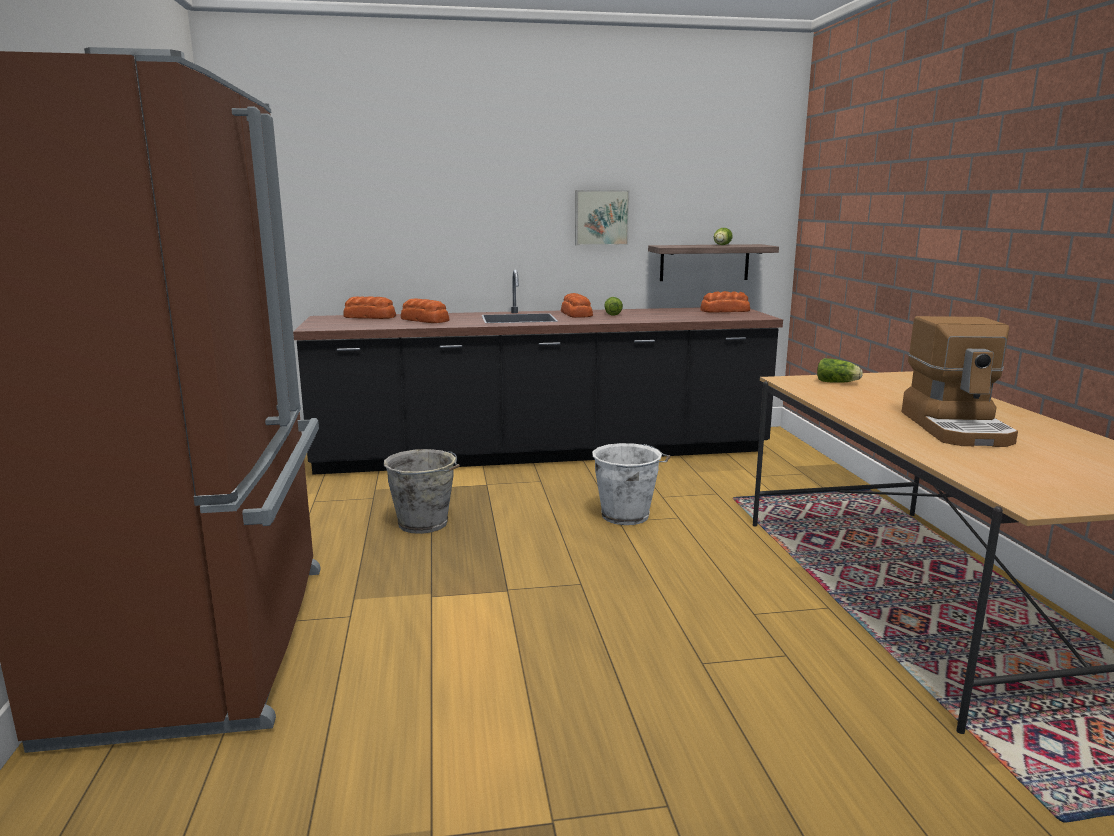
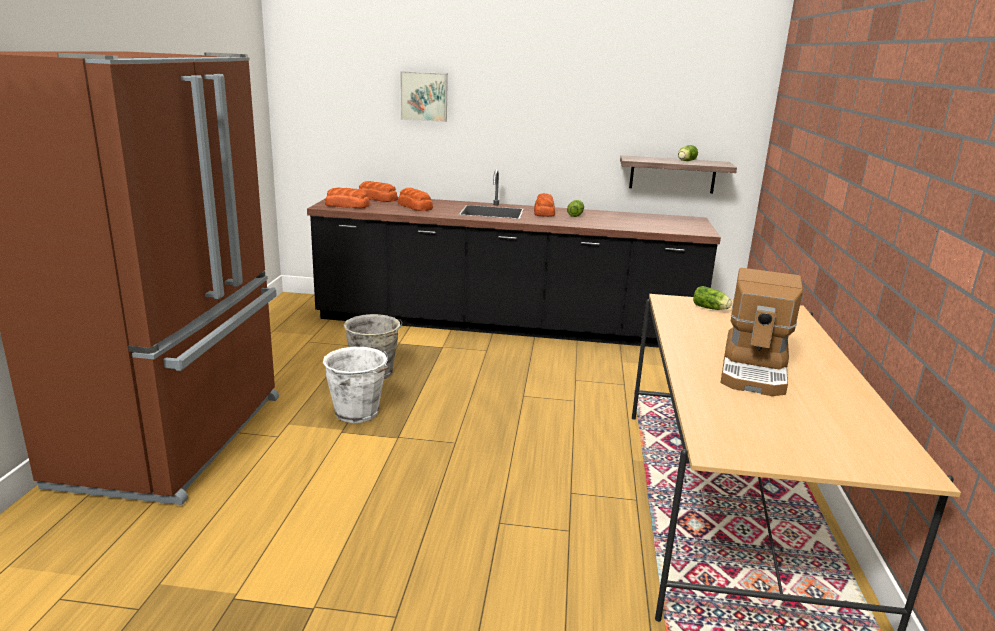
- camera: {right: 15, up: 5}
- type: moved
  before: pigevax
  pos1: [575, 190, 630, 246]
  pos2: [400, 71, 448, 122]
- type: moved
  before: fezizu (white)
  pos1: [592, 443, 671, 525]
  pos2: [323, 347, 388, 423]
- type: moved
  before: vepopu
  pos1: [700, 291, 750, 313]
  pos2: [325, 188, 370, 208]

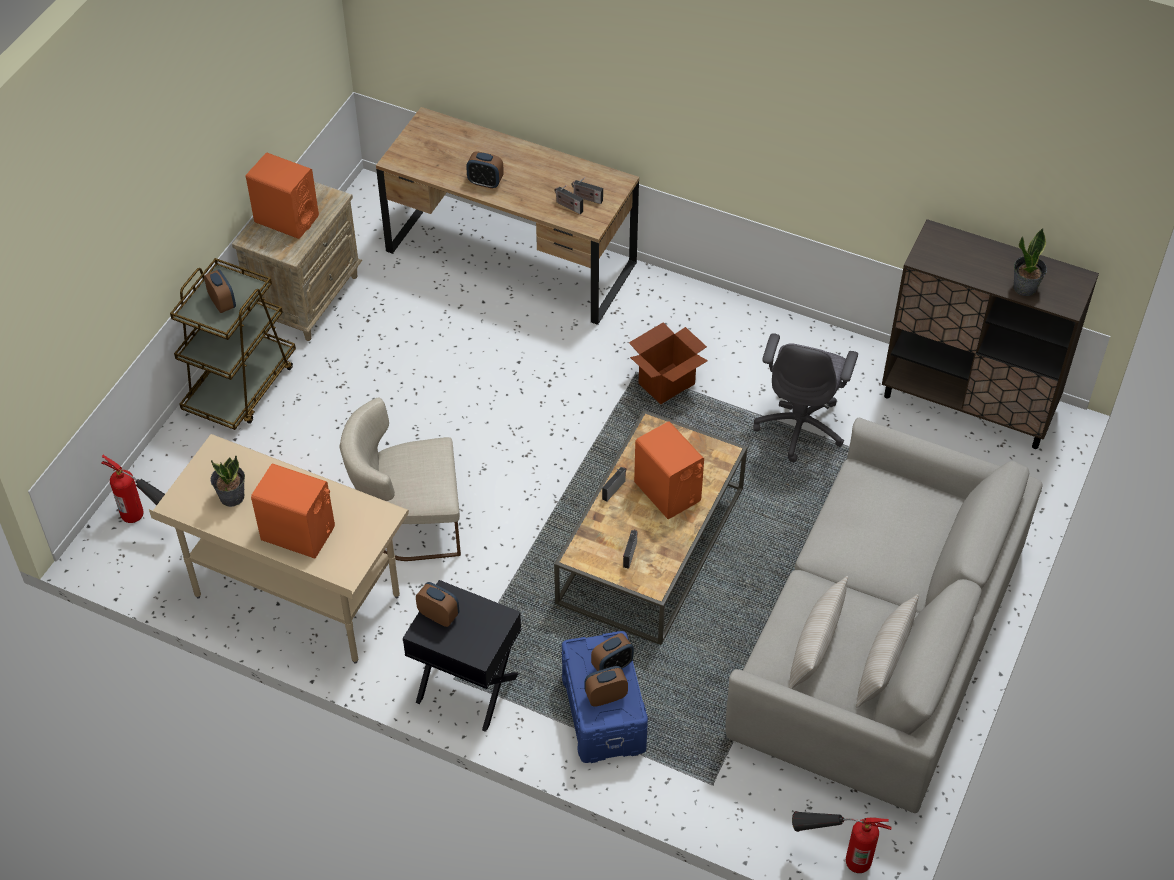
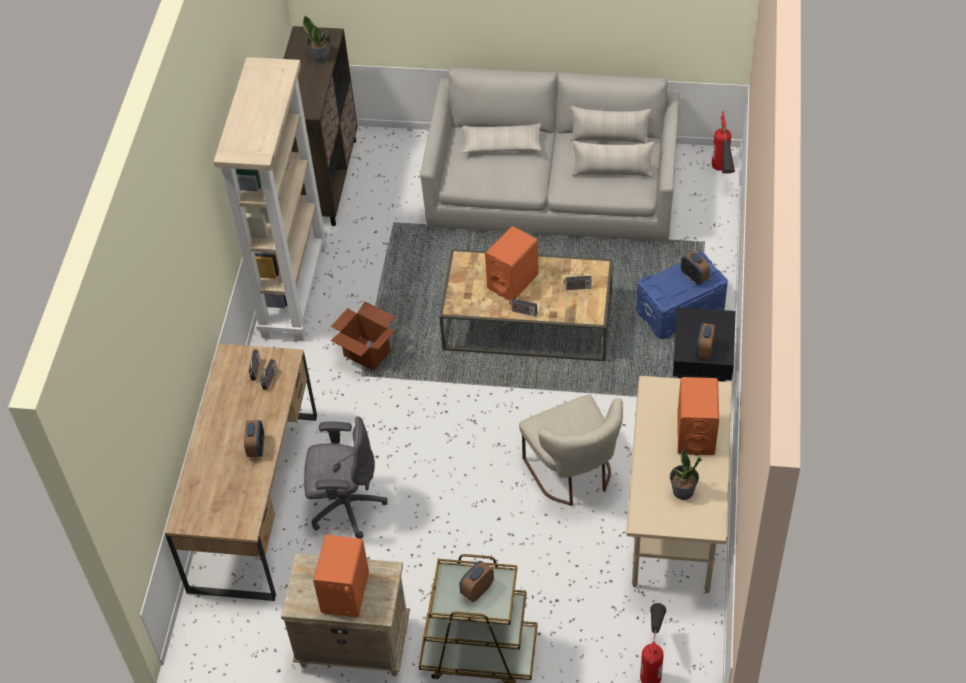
- camera: {right: -105, up: 0}
- type: removed
  before: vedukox
  pos1: [591, 633, 634, 671]
- type: moved
  before: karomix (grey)
  pos1: [753, 333, 858, 462]
  pos2: [304, 416, 388, 539]
- type: added
  after: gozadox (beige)
  pos2: [213, 57, 328, 341]
- type: added
  after: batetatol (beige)
  pos2: [462, 123, 542, 153]

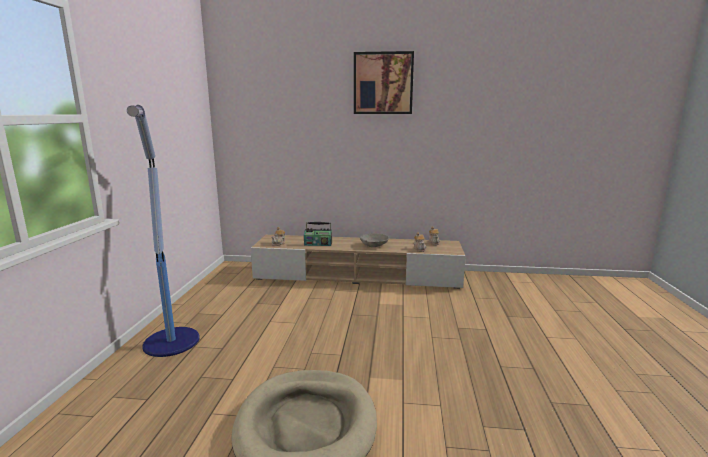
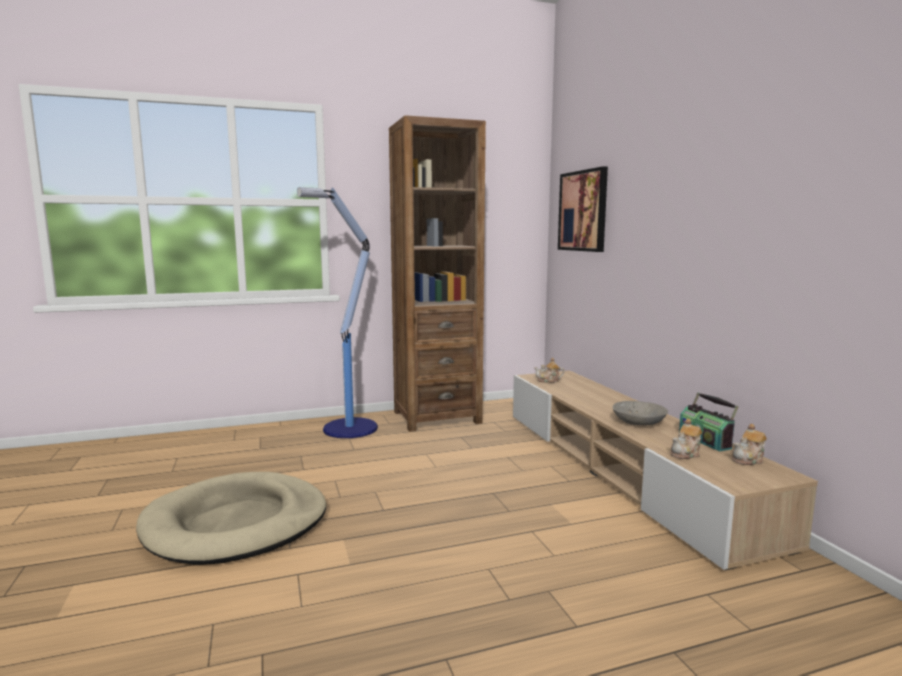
- camera: {right: 65, up: -5}
- type: moved
  before: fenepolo
  pos1: [304, 222, 332, 246]
  pos2: [679, 393, 738, 451]
- type: moved
  before: pigevax
  pos1: [354, 51, 414, 114]
  pos2: [558, 166, 608, 252]
- type: added
  after: gozadox (brown)
  pos2: [389, 115, 486, 432]

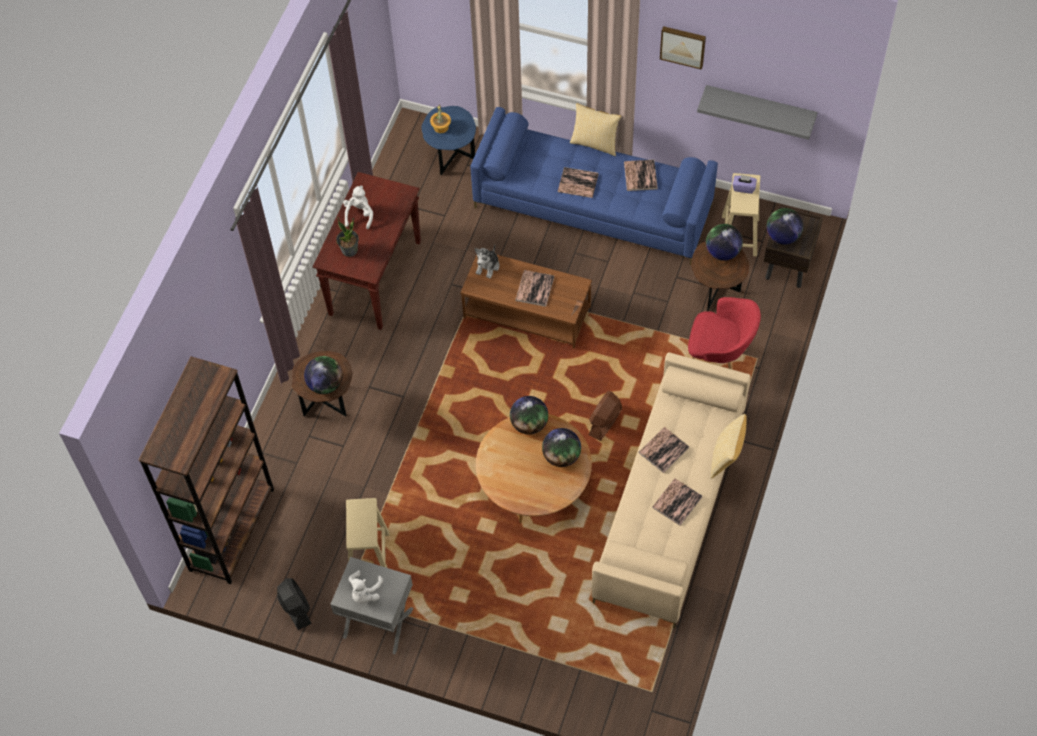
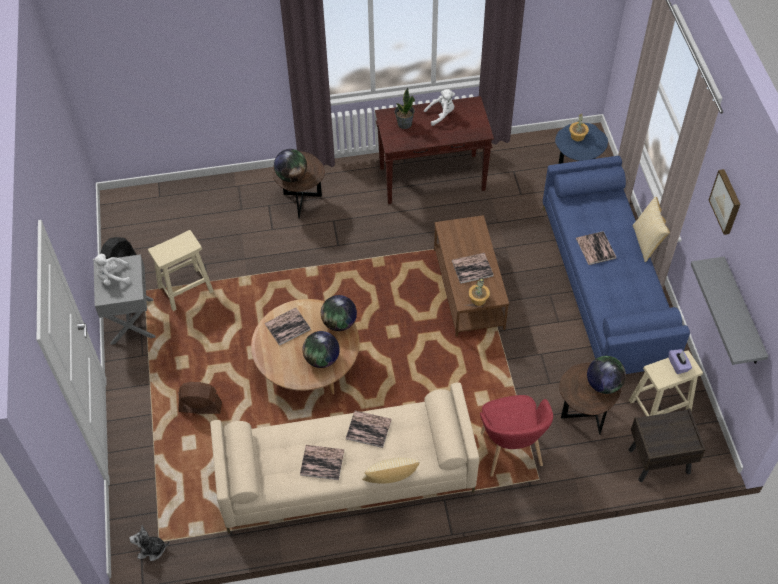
- camera: {right: 60, up: -5}
- type: removed
  before: gozadox (brown)
  pos1: [139, 356, 274, 584]
- type: moved
  before: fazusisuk
  pos1: [475, 245, 500, 278]
  pos2: [129, 525, 170, 561]
- type: moved
  before: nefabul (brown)
  pos1: [589, 391, 622, 441]
  pos2: [178, 382, 222, 414]
- type: moved
  before: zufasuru
  pos1: [624, 160, 658, 191]
  pos2: [265, 308, 311, 346]
- type: removed
  before: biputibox
  pos1: [766, 208, 803, 245]
- type: added
  after: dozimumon
  pos2: [469, 277, 490, 306]

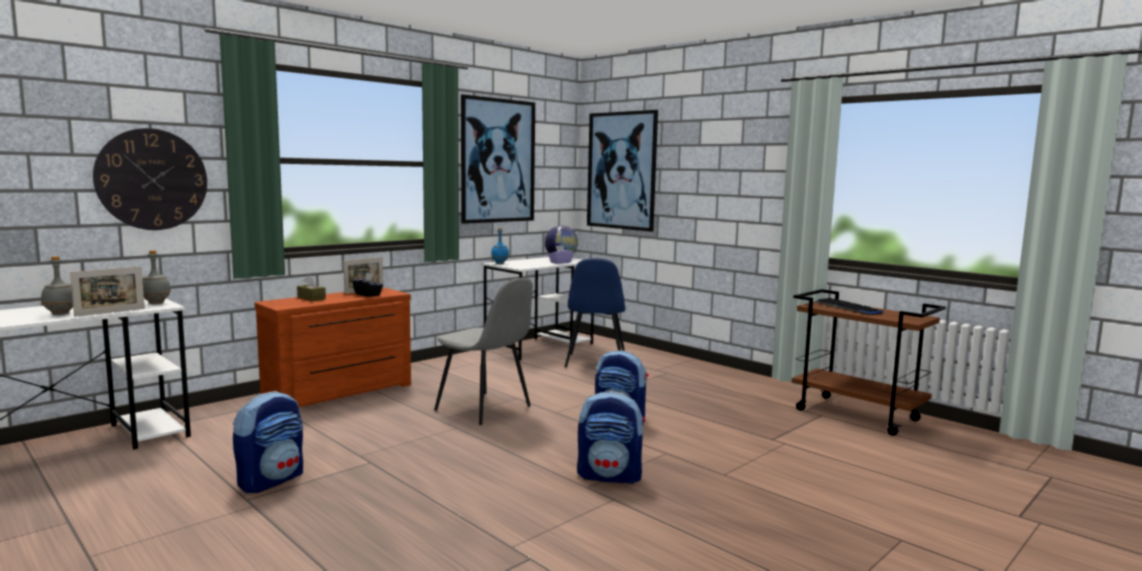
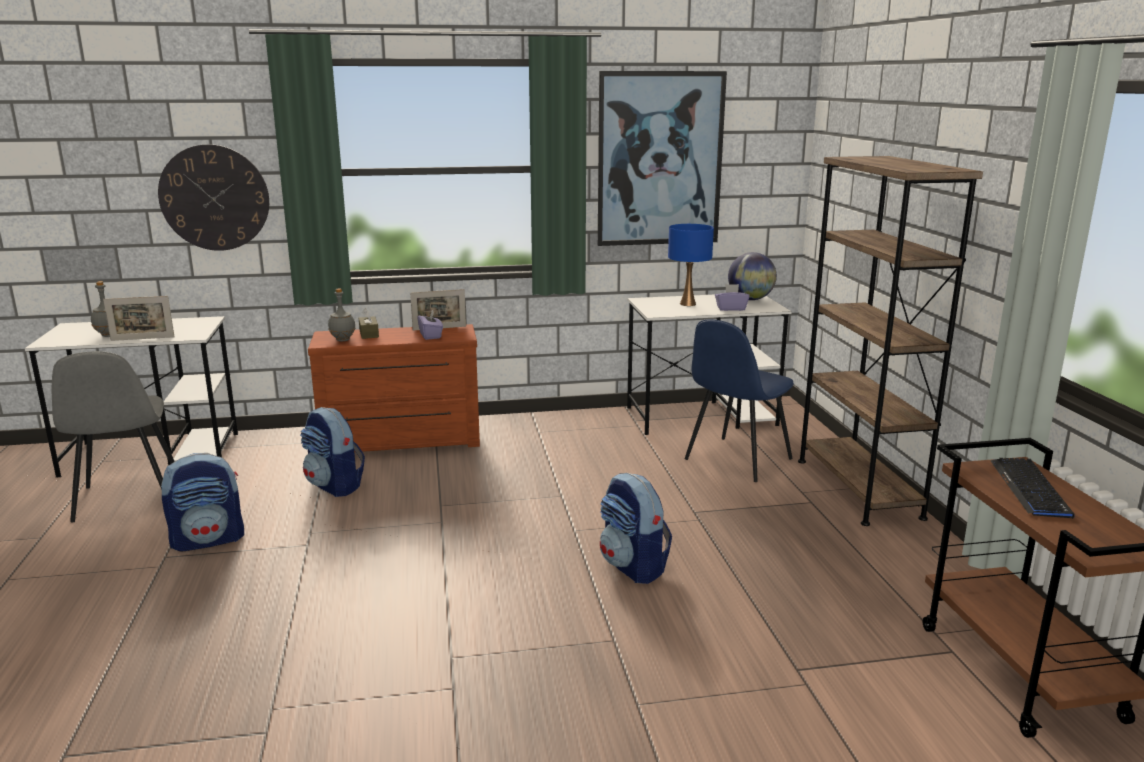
- camera: {right: 35, up: 10}
- type: moved
  before: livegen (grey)
  pos1: [143, 250, 171, 304]
  pos2: [328, 288, 356, 341]
- type: recoloured
  before: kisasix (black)
  after: kisasix (purple)
  pos1: [352, 273, 383, 297]
  pos2: [417, 310, 443, 340]
- type: moved
  before: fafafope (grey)
  pos1: [434, 278, 533, 425]
  pos2: [51, 351, 175, 522]
- type: removed
  before: livegen (blue)
  pos1: [491, 228, 509, 264]
- type: moved
  before: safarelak
  pos1: [577, 391, 645, 484]
  pos2: [300, 407, 365, 497]
- type: removed
  before: pigevax
  pos1: [587, 110, 658, 232]
- type: added
  after: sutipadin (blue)
  pos2: [668, 224, 714, 306]
- type: added
  after: gozadox (brown)
  pos2: [798, 156, 983, 526]

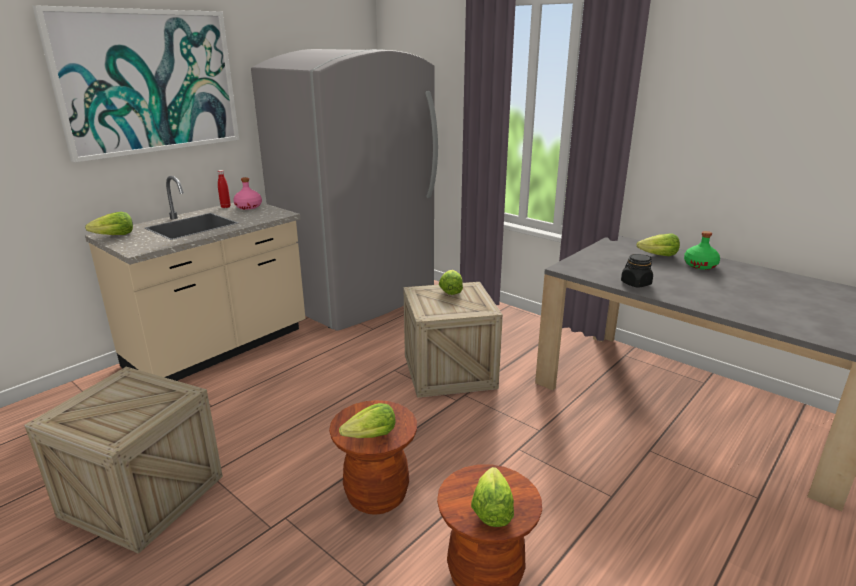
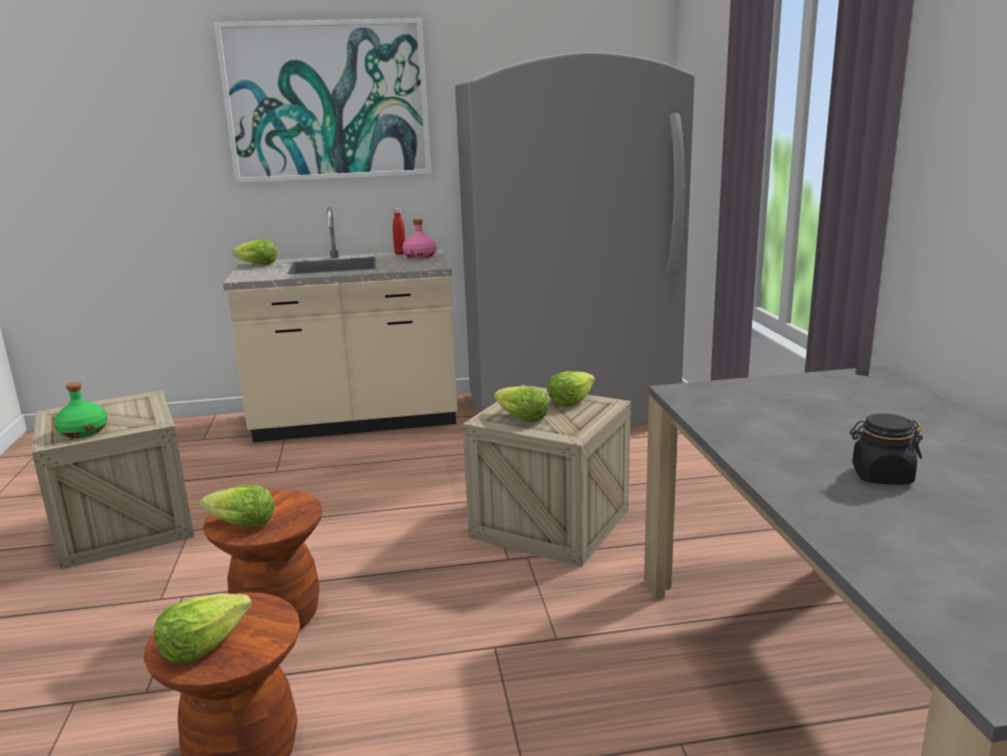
- camera: {right: 40, up: -5}
- type: moved
  before: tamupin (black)
  pos1: [621, 254, 653, 288]
  pos2: [850, 413, 923, 485]
- type: moved
  before: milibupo
  pos1: [637, 234, 680, 256]
  pos2: [494, 386, 548, 422]
- type: moved
  before: livegen (green)
  pos1: [684, 231, 720, 270]
  pos2: [54, 382, 108, 438]

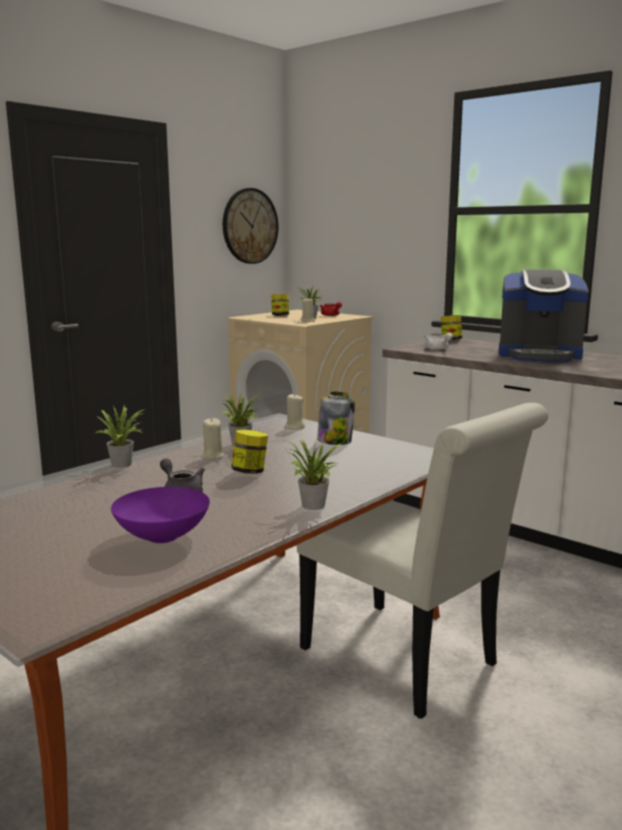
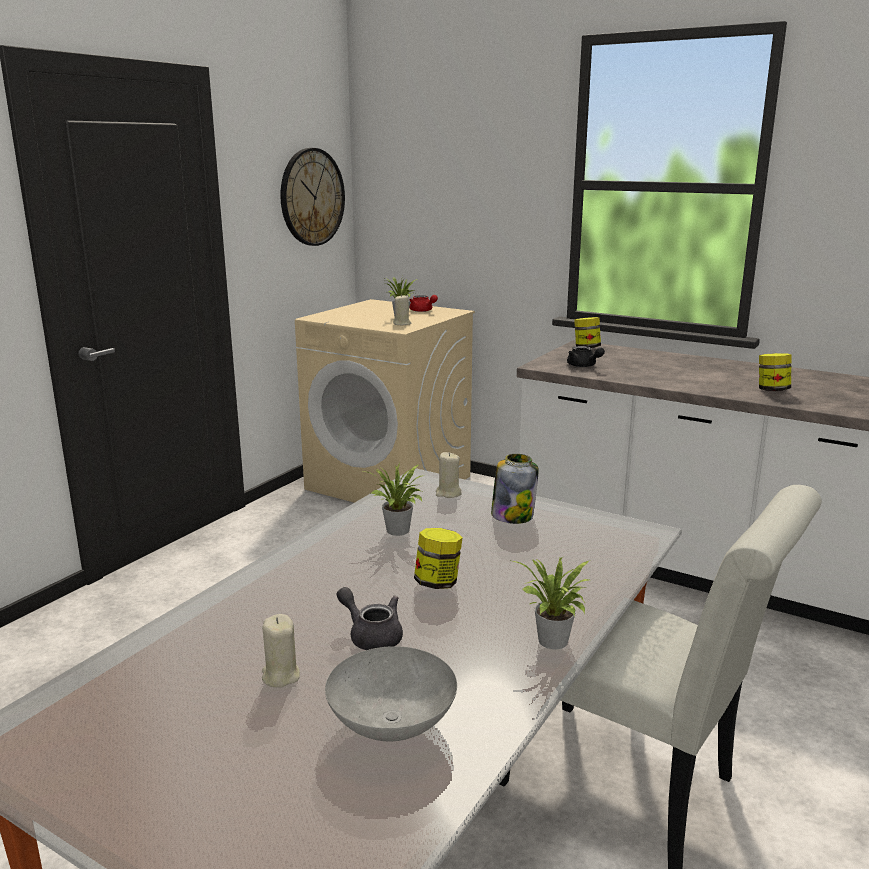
- camera: {right: -10, up: 5}
- type: removed
  before: dozimumon
  pos1: [96, 405, 145, 468]
- type: recoloured
  before: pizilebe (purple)
  after: pizilebe (grey)
  pos1: [111, 487, 210, 543]
  pos2: [325, 646, 457, 741]
- type: moved
  before: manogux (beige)
  pos1: [201, 418, 224, 460]
  pos2: [262, 614, 300, 688]
- type: moved
  before: tamupin
  pos1: [271, 294, 289, 316]
  pos2: [759, 353, 792, 391]
- type: recoloured
  before: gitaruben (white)
  after: gitaruben (black)
  pos1: [424, 333, 453, 350]
  pos2: [567, 346, 605, 367]
- type: removed
  before: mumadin
  pos1: [499, 269, 589, 362]

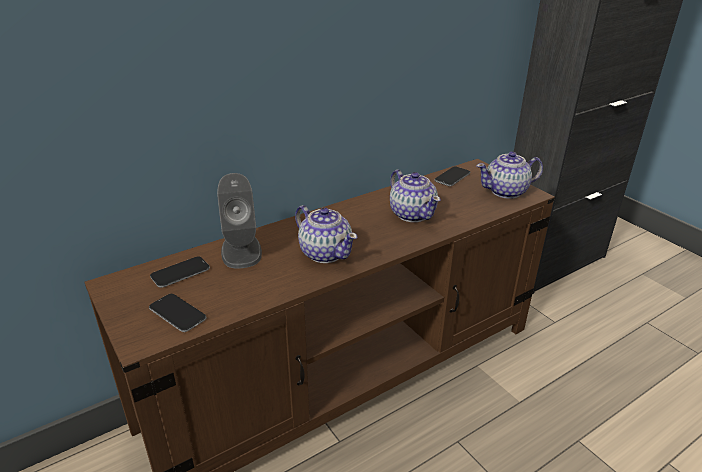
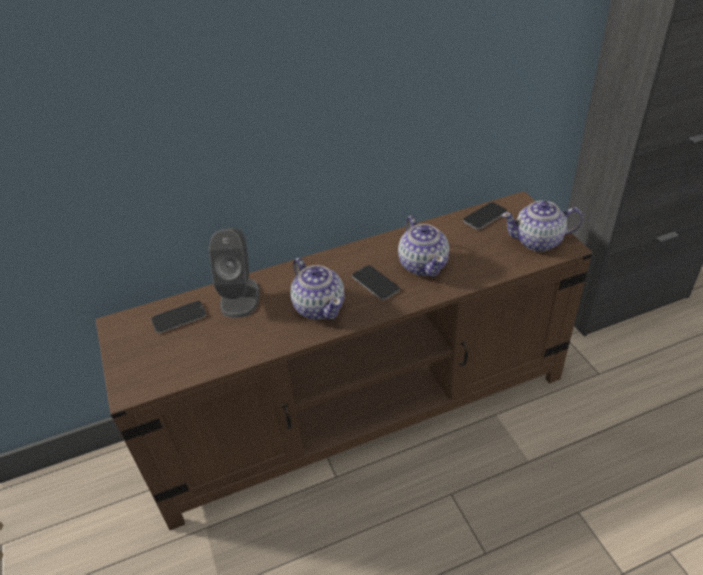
- camera: {right: 15, up: 10}
- type: moved
  before: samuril
  pos1: [149, 294, 207, 332]
  pos2: [352, 265, 400, 300]

